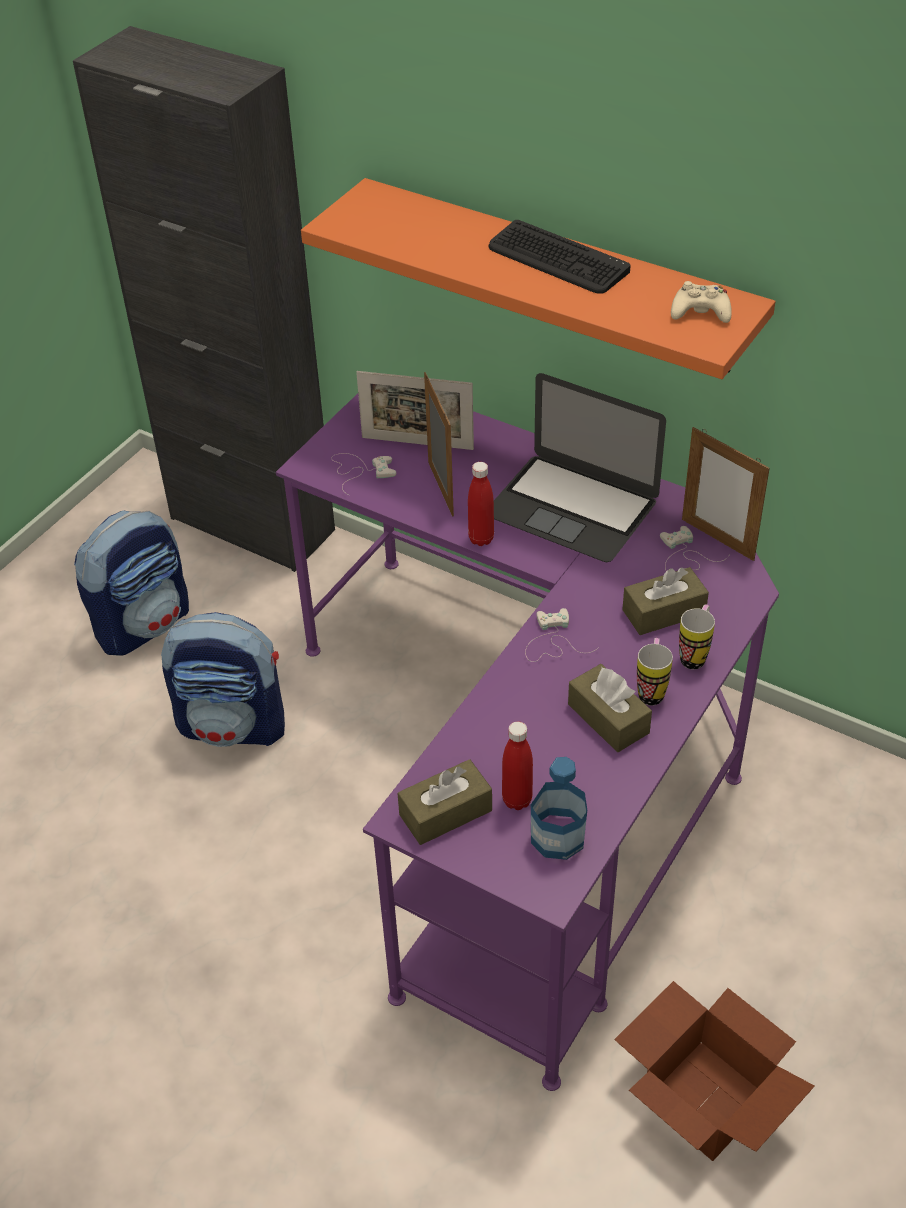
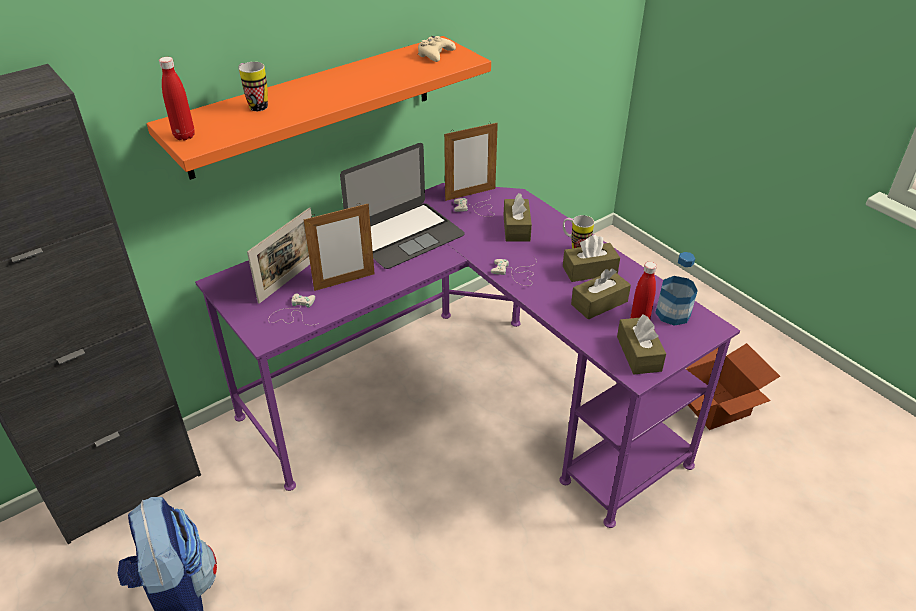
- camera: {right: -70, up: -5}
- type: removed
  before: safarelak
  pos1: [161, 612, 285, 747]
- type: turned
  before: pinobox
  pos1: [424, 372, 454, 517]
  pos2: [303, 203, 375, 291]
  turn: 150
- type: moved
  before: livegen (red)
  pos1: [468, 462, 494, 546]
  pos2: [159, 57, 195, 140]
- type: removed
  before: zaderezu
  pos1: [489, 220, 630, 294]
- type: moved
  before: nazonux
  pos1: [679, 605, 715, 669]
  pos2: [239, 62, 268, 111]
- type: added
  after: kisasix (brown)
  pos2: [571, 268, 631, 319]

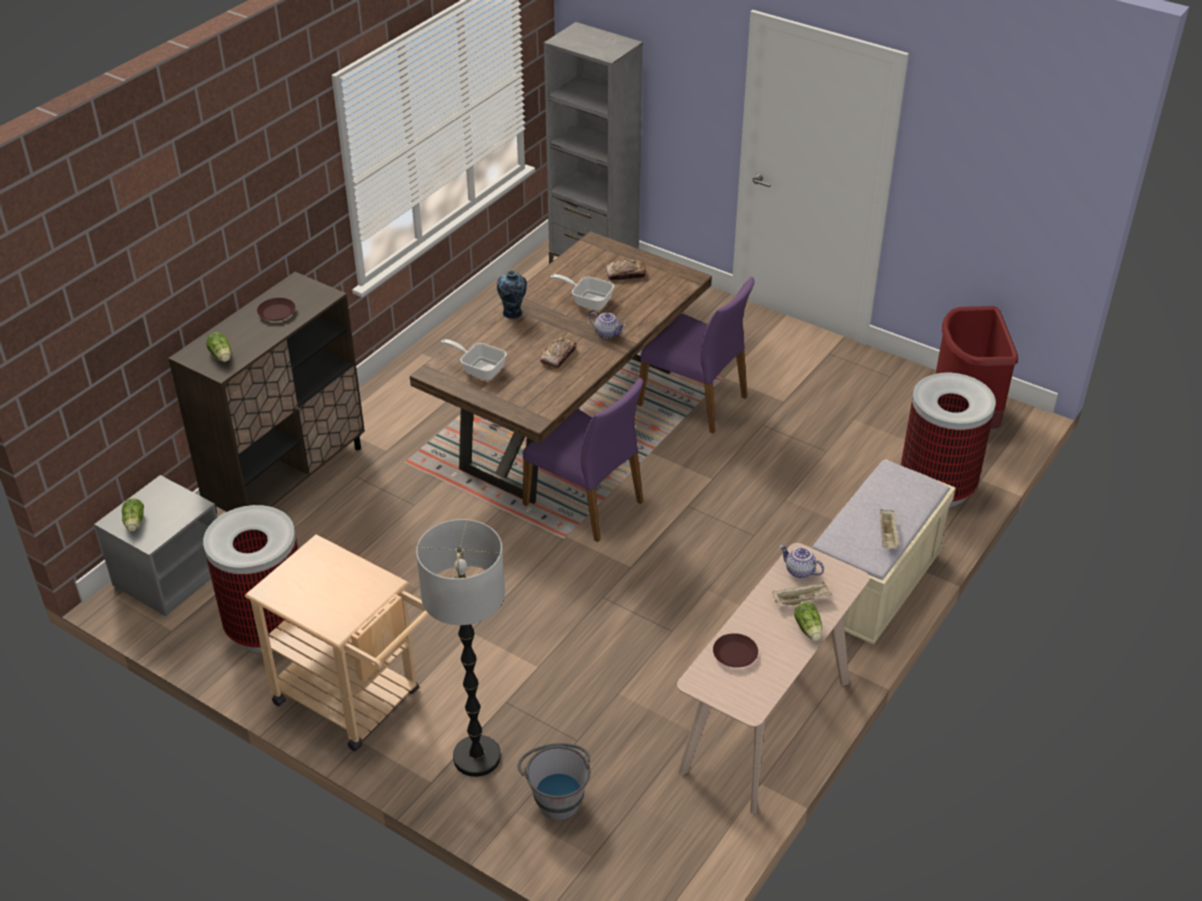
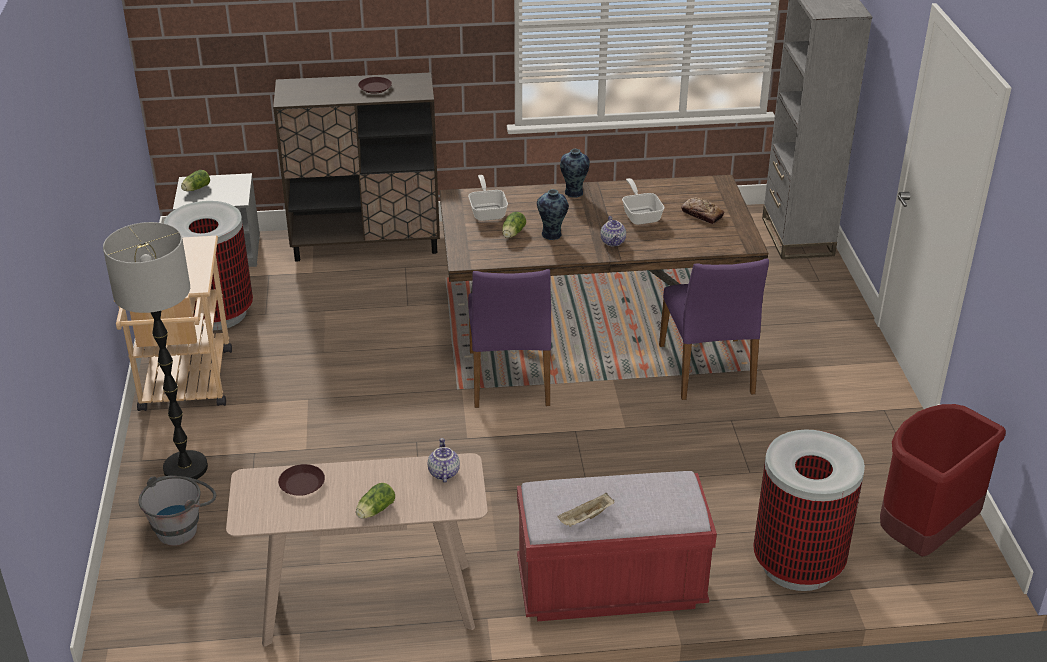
- camera: {right: 50, up: -5}
- type: moved
  before: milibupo
  pos1: [206, 332, 231, 362]
  pos2: [502, 212, 526, 238]
- type: replaced
  before: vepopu
  after: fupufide
  pos1: [540, 337, 577, 368]
  pos2: [537, 189, 569, 240]
- type: removed
  before: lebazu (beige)
  pos1: [773, 581, 832, 605]
- type: recoloured
  before: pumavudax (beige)
  after: pumavudax (red)
  pos1: [812, 459, 955, 645]
  pos2: [517, 471, 717, 621]

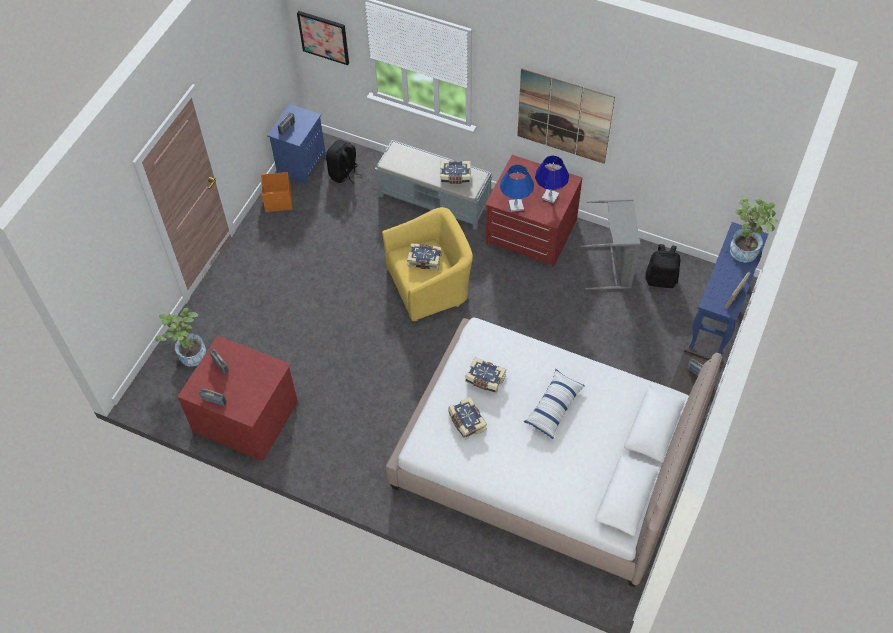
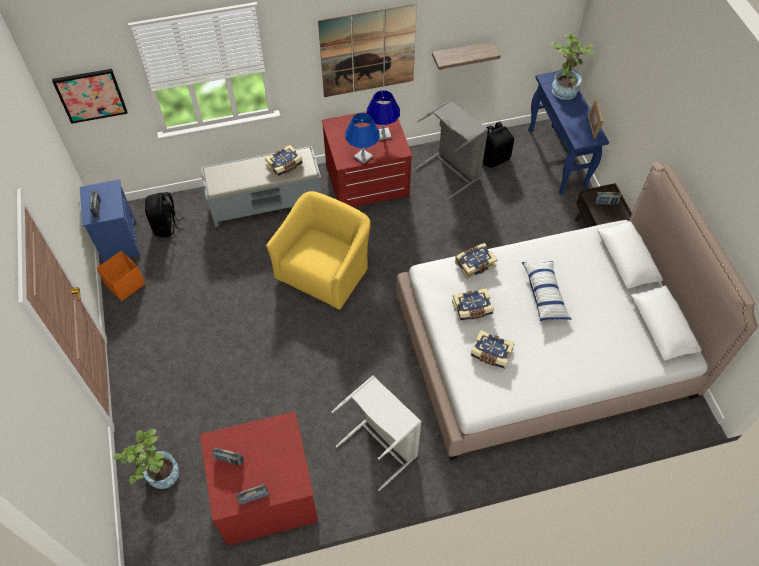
- camera: {right: -40, up: 0}
- type: moved
  before: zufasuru
  pos1: [407, 243, 442, 271]
  pos2: [455, 243, 497, 280]
- type: added
  after: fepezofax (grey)
  pos2: [331, 375, 422, 491]
- type: added
  after: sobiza
  pos2: [432, 41, 501, 70]

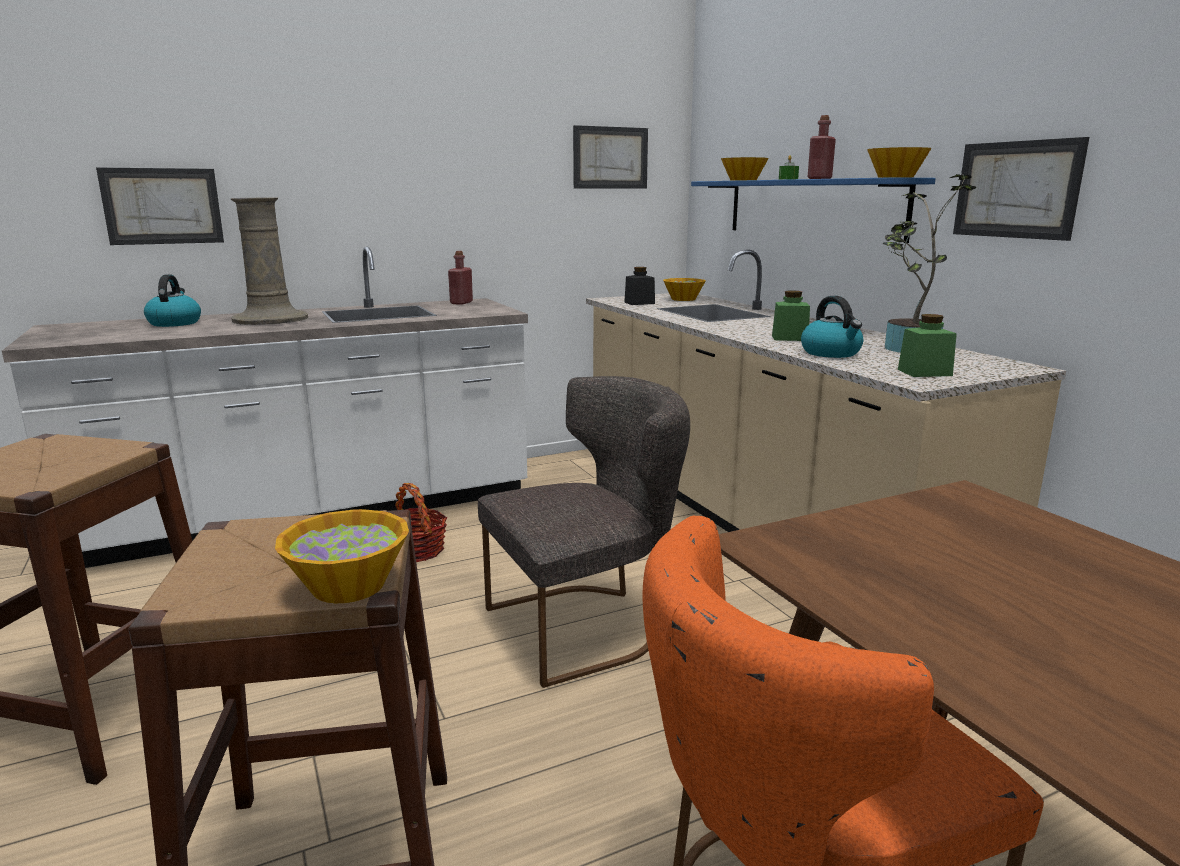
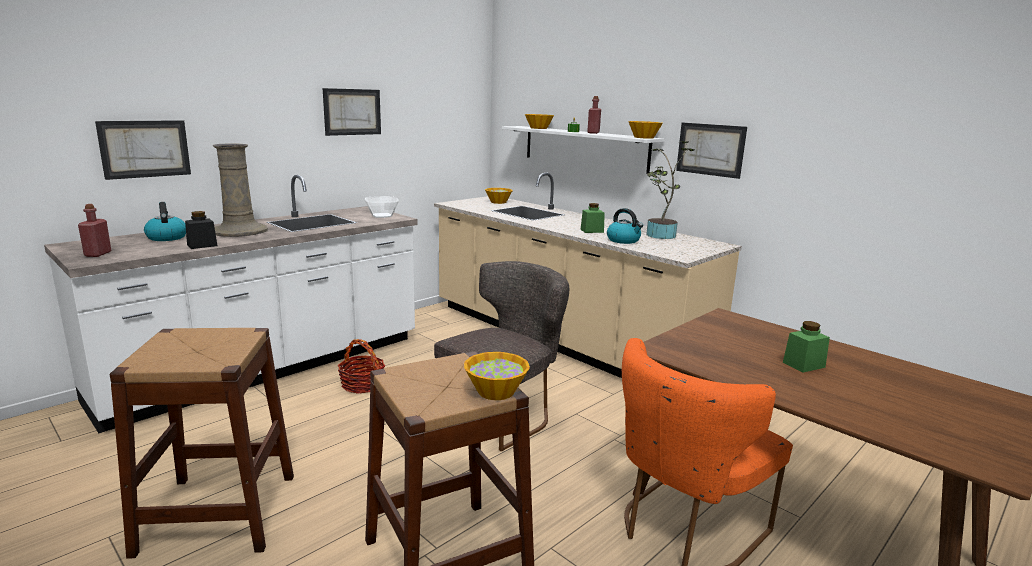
- camera: {right: -20, up: 0}
- type: moved
  before: livegen (red)
  pos1: [448, 251, 473, 305]
  pos2: [78, 204, 111, 257]
- type: moved
  before: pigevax
  pos1: [573, 125, 648, 189]
  pos2: [323, 88, 381, 136]
- type: moved
  before: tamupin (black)
  pos1: [624, 267, 655, 305]
  pos2: [185, 211, 218, 249]
- type: recoloured
  before: sobiza (blue)
  after: sobiza (white)
  pos1: [691, 177, 936, 243]
  pos2: [502, 126, 664, 173]
- type: moved
  before: tamupin (green)
  pos1: [898, 314, 957, 377]
  pos2: [783, 321, 830, 373]
- type: added
  after: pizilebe
  pos2: [365, 196, 399, 218]

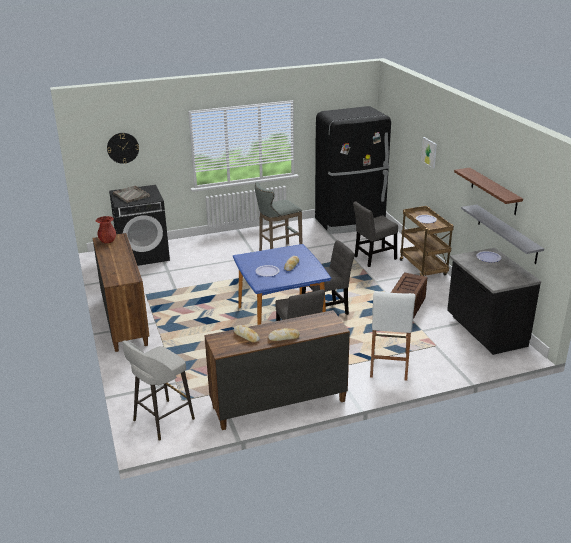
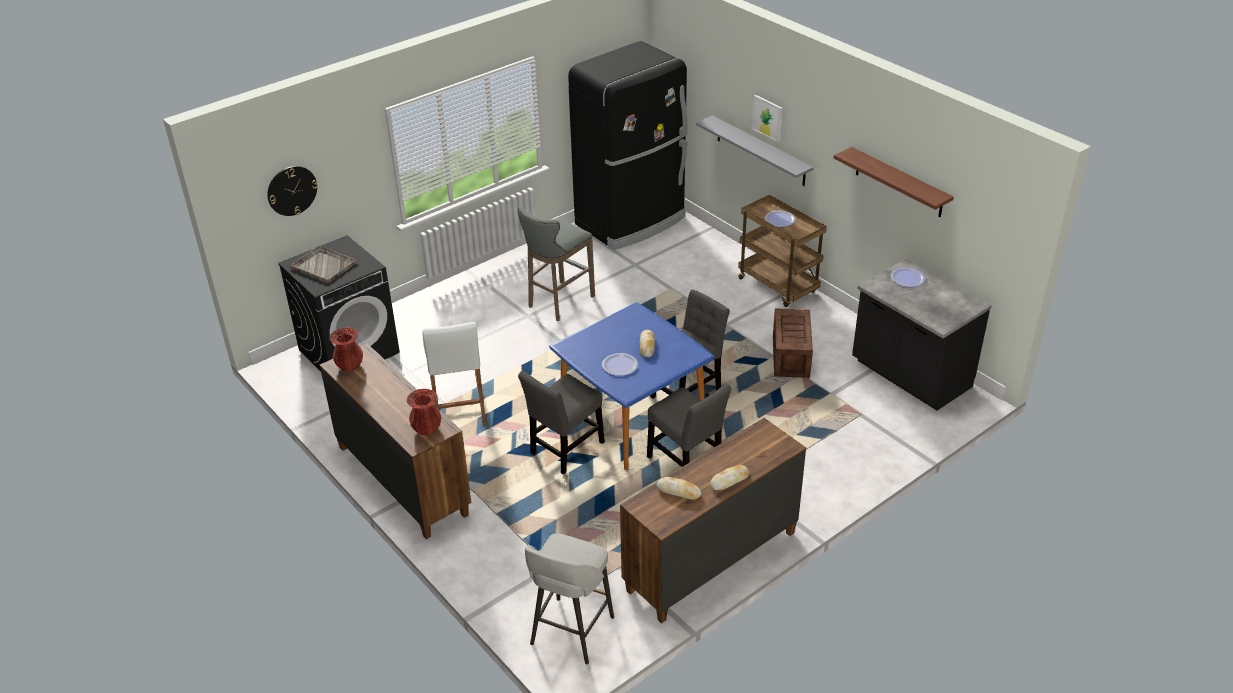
- camera: {right: -20, up: 10}
- type: moved
  before: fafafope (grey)
  pos1: [353, 201, 398, 267]
  pos2: [518, 371, 605, 474]
- type: moved
  before: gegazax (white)
  pos1: [370, 291, 416, 381]
  pos2: [422, 322, 487, 426]
- type: moved
  before: sobiza (grey)
  pos1: [461, 204, 544, 264]
  pos2: [696, 116, 814, 186]
- type: added
  after: fupufide (red)
  pos2: [407, 389, 441, 435]

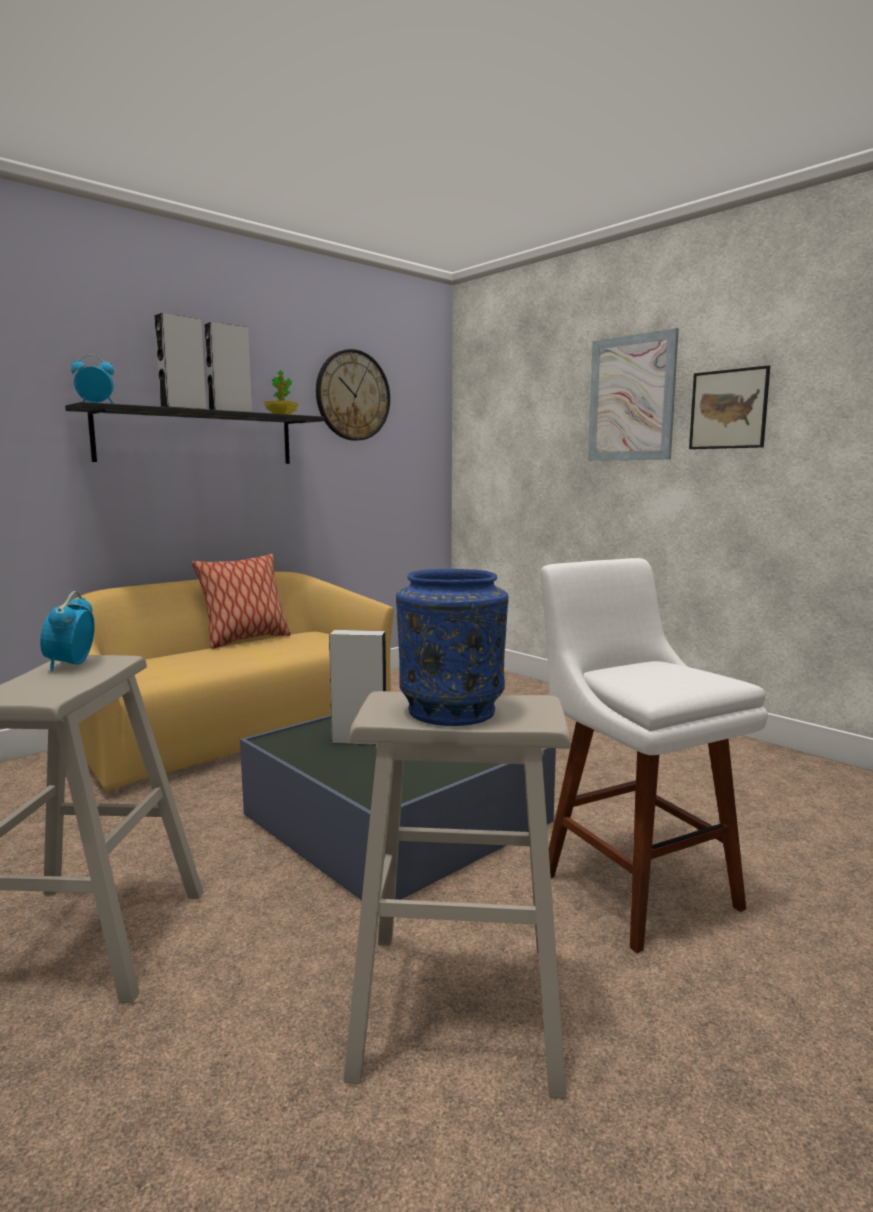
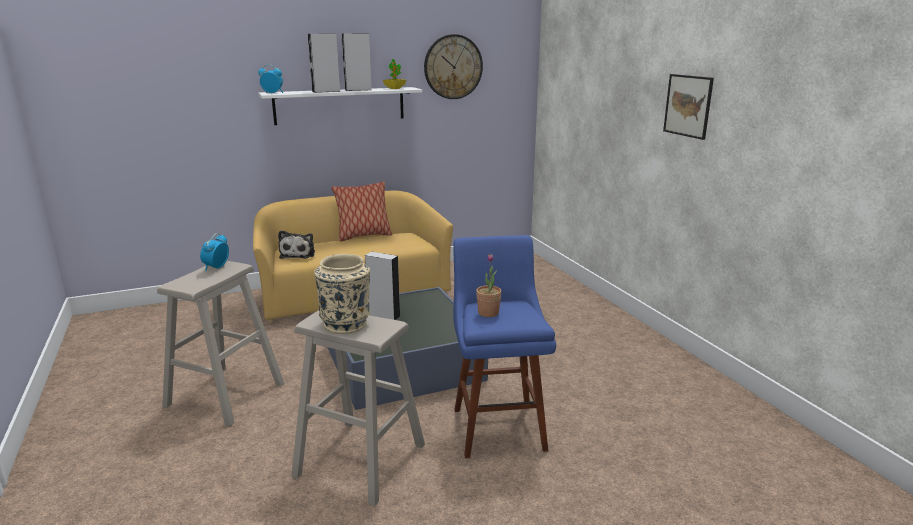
- camera: {right: 20, up: 10}
- type: recoloured
  before: sobiza (black)
  after: sobiza (white)
  pos1: [65, 402, 325, 464]
  pos2: [258, 87, 422, 125]
- type: recoloured
  before: fupufide (blue)
  after: fupufide (beige)
  pos1: [396, 569, 508, 726]
  pos2: [314, 254, 370, 334]
- type: recoloured
  before: gegazax (white)
  after: gegazax (blue)
  pos1: [541, 558, 768, 953]
  pos2: [453, 235, 556, 458]
- type: removed
  before: pigevax
  pos1: [588, 328, 679, 461]
- type: added
  after: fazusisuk
  pos2: [278, 230, 315, 259]
- type: added
  after: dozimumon
  pos2: [476, 254, 502, 317]

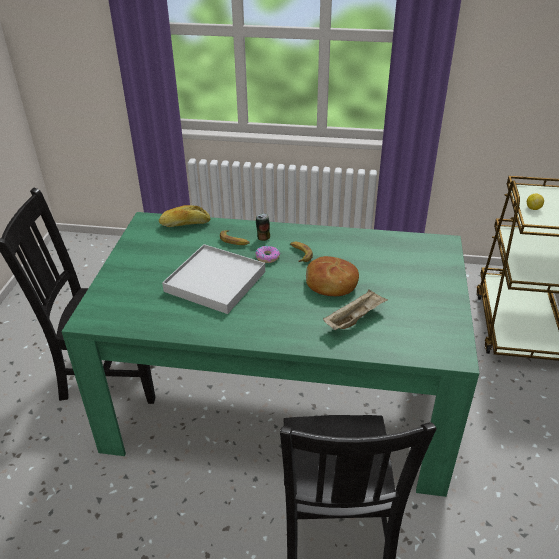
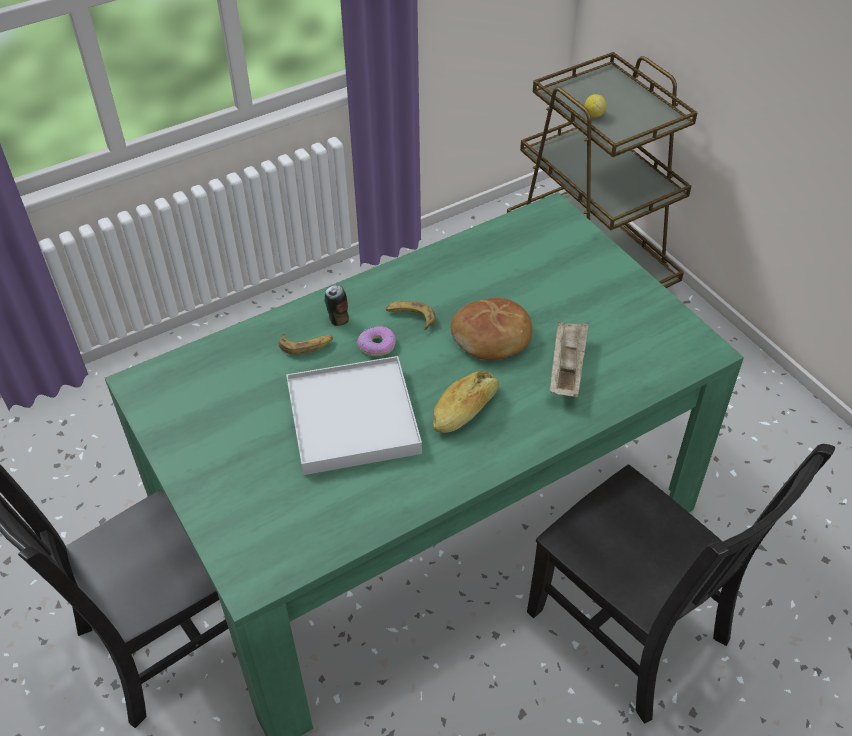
- camera: {right: -40, up: 10}
- type: moved
  before: vepopu
  pos1: [159, 205, 210, 227]
  pos2: [433, 371, 499, 433]

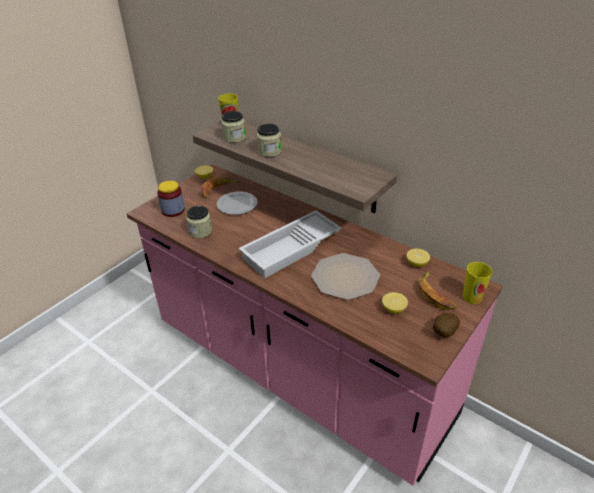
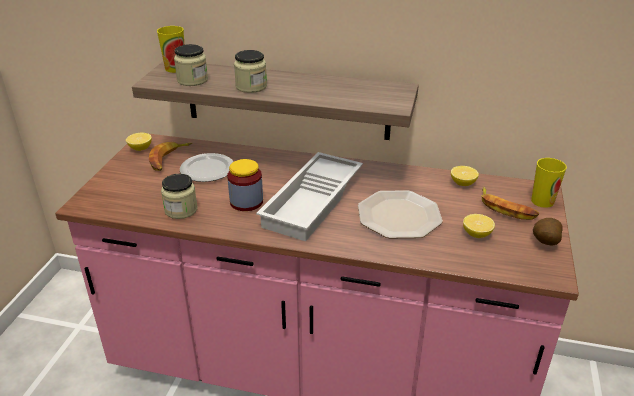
- camera: {right: -25, up: -5}
- type: moved
  before: tamupin
  pos1: [157, 181, 185, 217]
  pos2: [227, 159, 263, 211]

